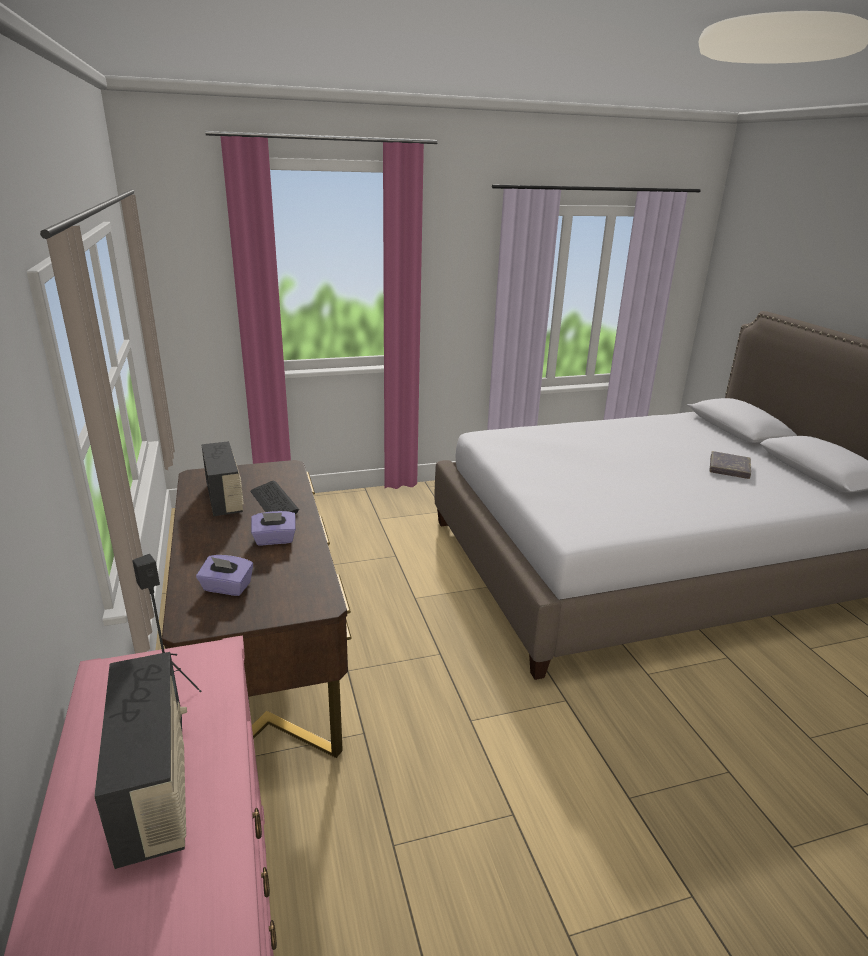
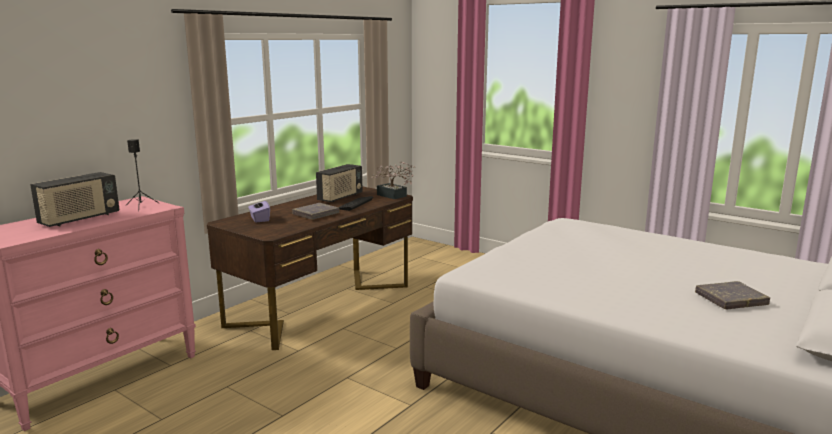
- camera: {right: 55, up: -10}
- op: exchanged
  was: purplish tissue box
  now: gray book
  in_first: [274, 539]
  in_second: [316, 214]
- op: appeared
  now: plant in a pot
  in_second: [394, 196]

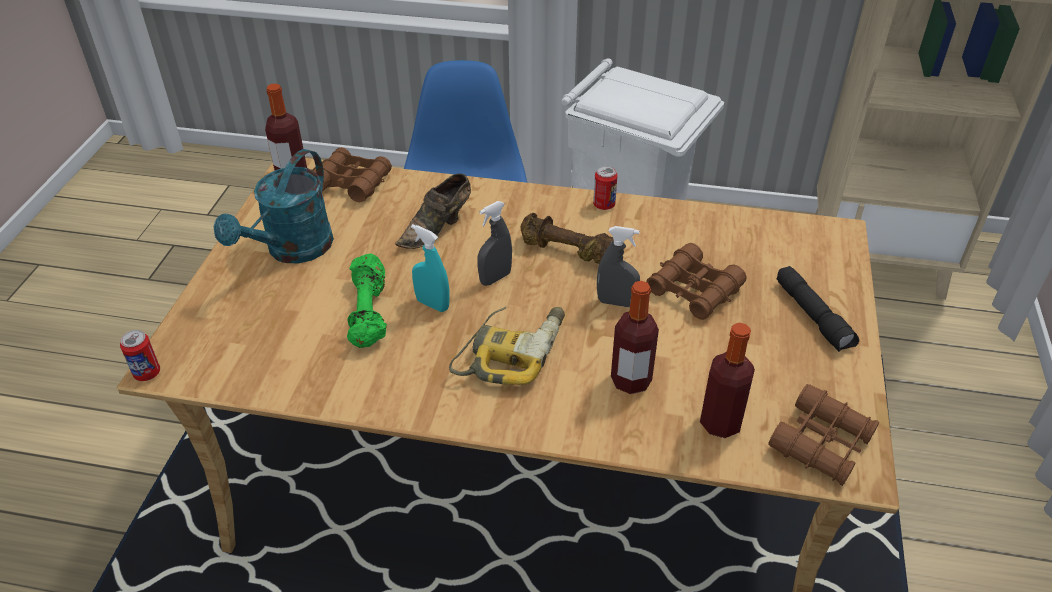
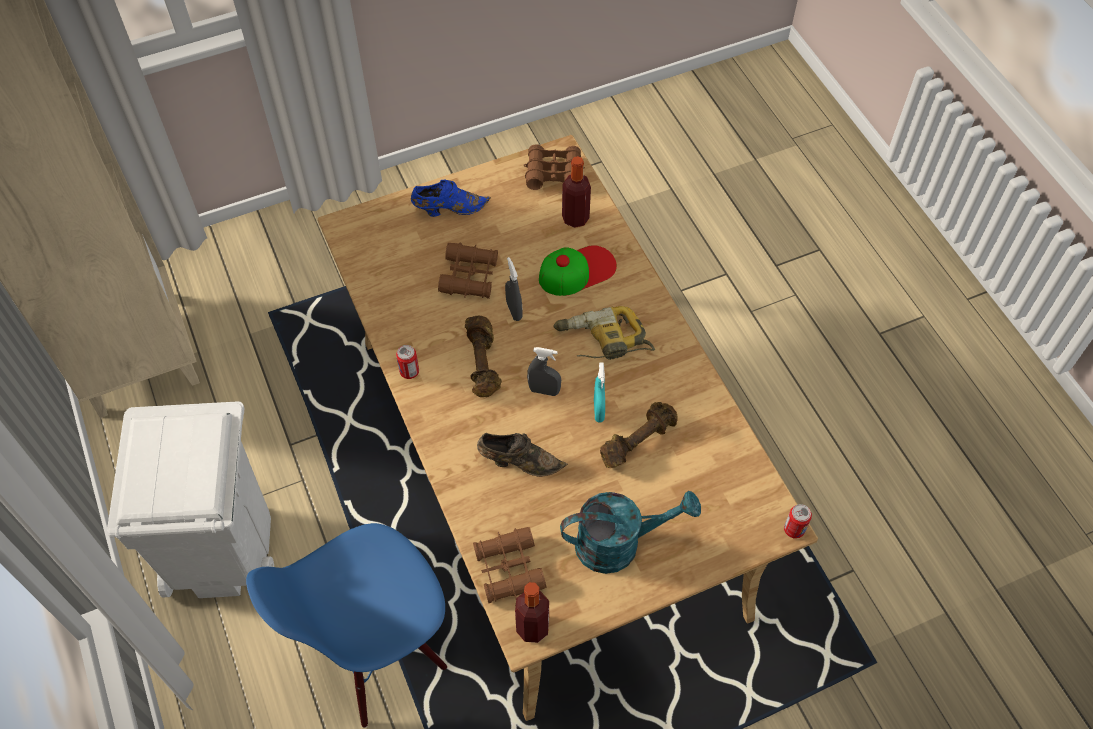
- camera: {right: -125, up: 15}
- op: exchanged
  was: black-coloured flashlight
  now: bluish item of footwear
  in_first: [814, 316]
  in_second: [448, 209]
- op: exchanged
  was: bottle
  now: cap
  in_first: [631, 380]
  in_second: [577, 271]
- op: colour
  was: greenish hand weight
  now: brown-coloured hand weight
  in_first: [370, 313]
  in_second: [637, 441]

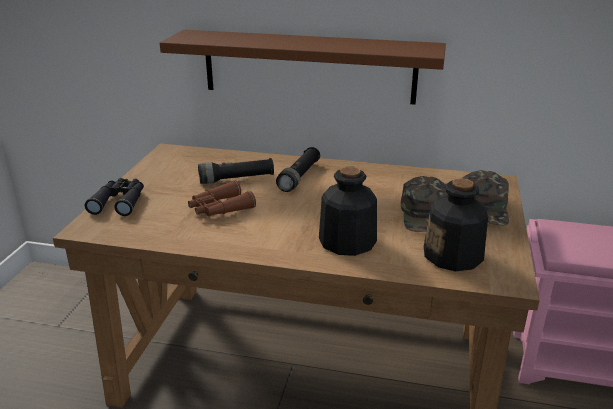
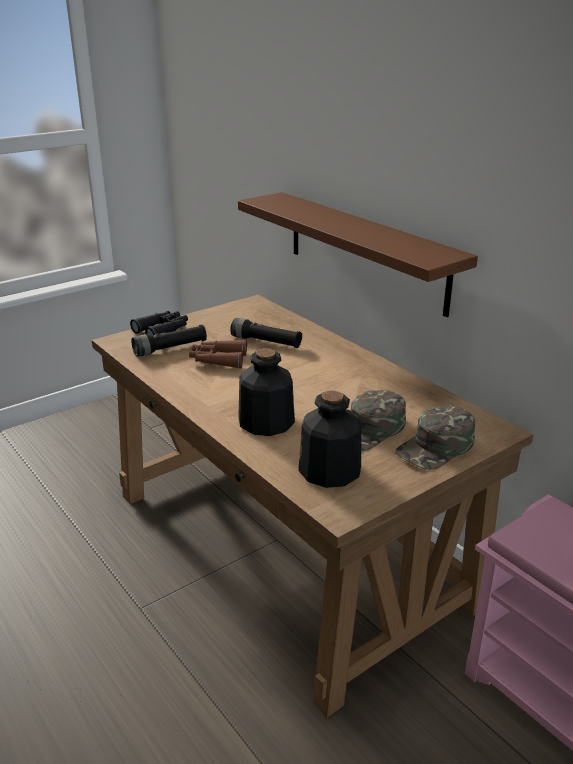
- camera: {right: 40, up: 0}
- op: relocated
  was: black-coloured flashlight
  in_first: [299, 177]
  in_second: [170, 349]

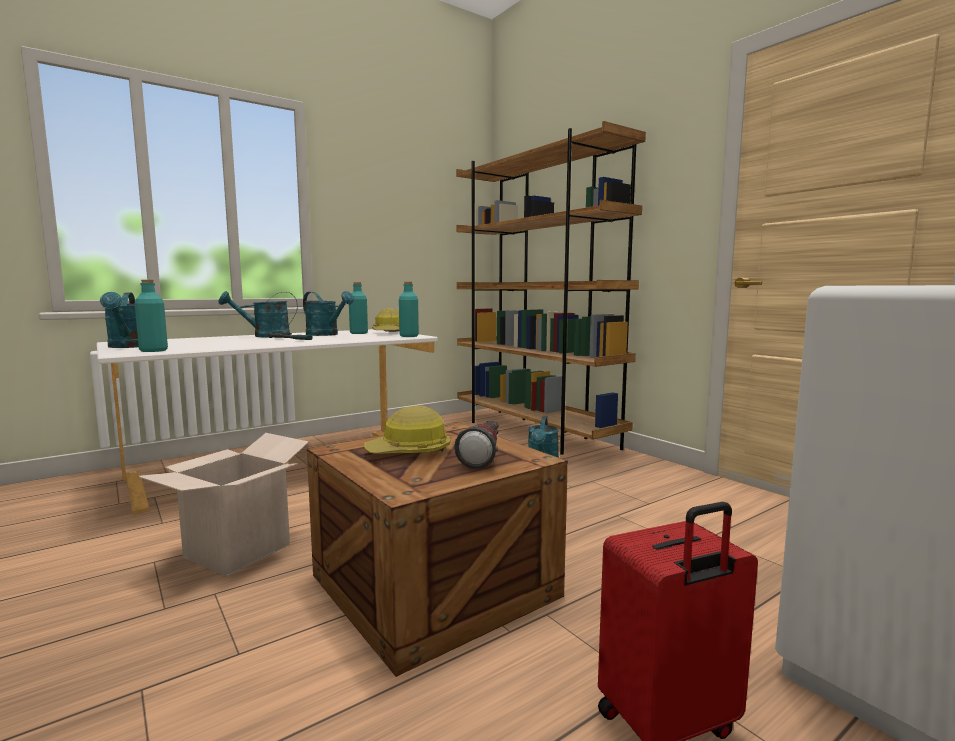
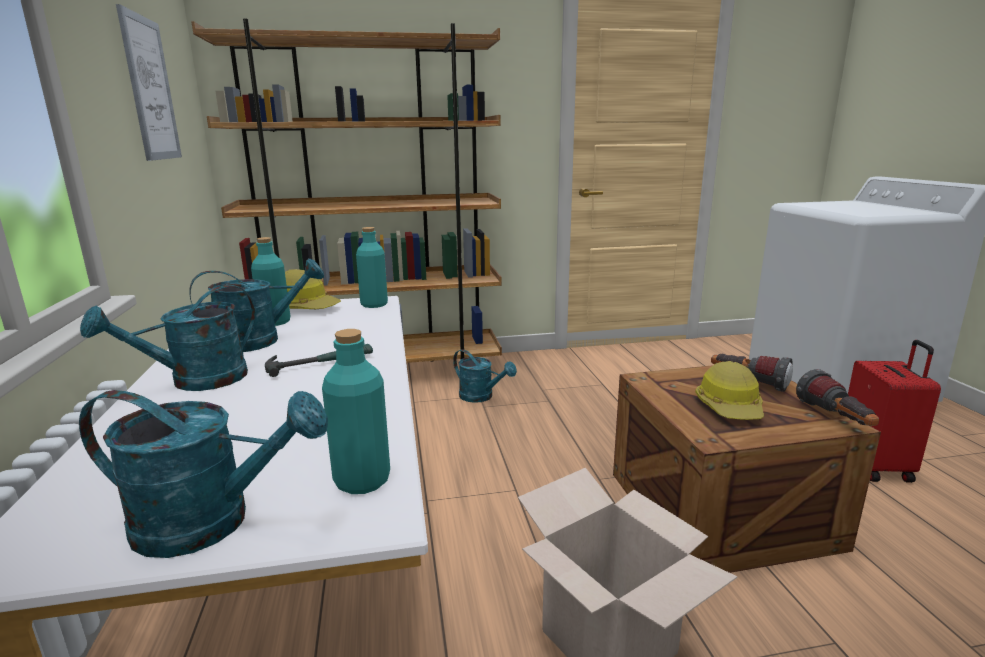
- camera: {right: -65, up: 10}
- op: spun
  was: blue-green sprinkling can
  in_first: [265, 336]
  in_second: [196, 381]
  clockwise: 45
- op: appeared
  now: picture
  in_second: [150, 89]
- op: appeared
  now: flashlight
  in_second: [836, 420]

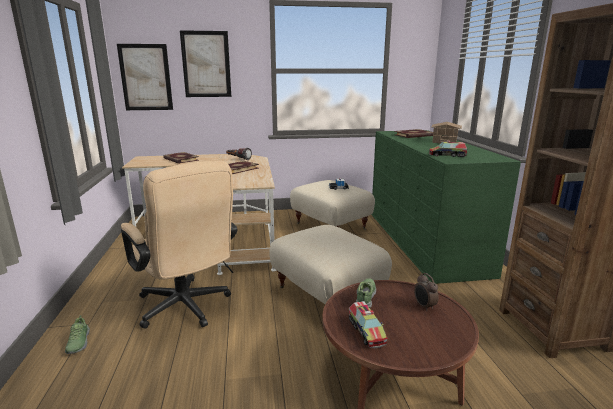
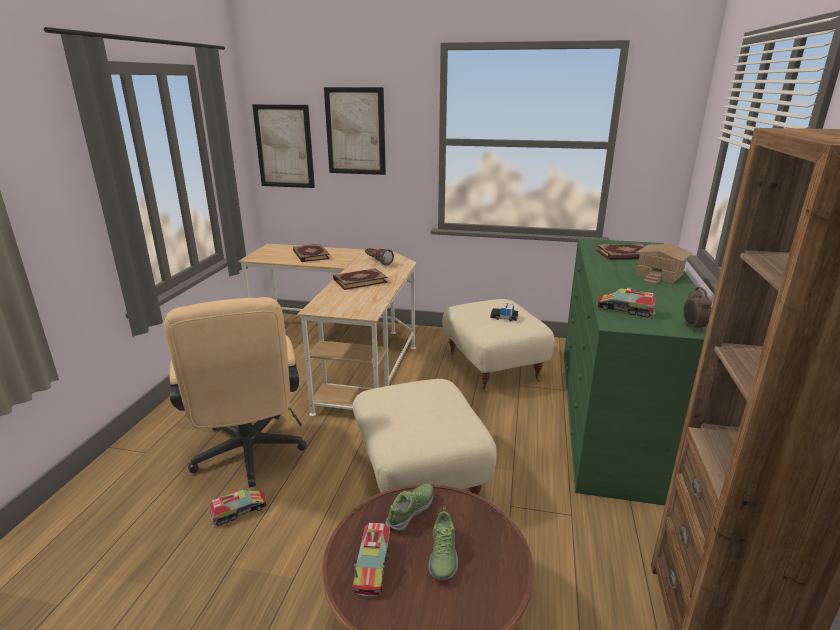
- camera: {right: 20, up: 5}
- op: appeared
  now: toy lorry
  in_second: [239, 511]
- op: relocated
  was: item of footwear
  in_first: [78, 343]
  in_second: [442, 555]
- op: relocated
  was: bedside clock
  in_first: [424, 306]
  in_second: [692, 328]

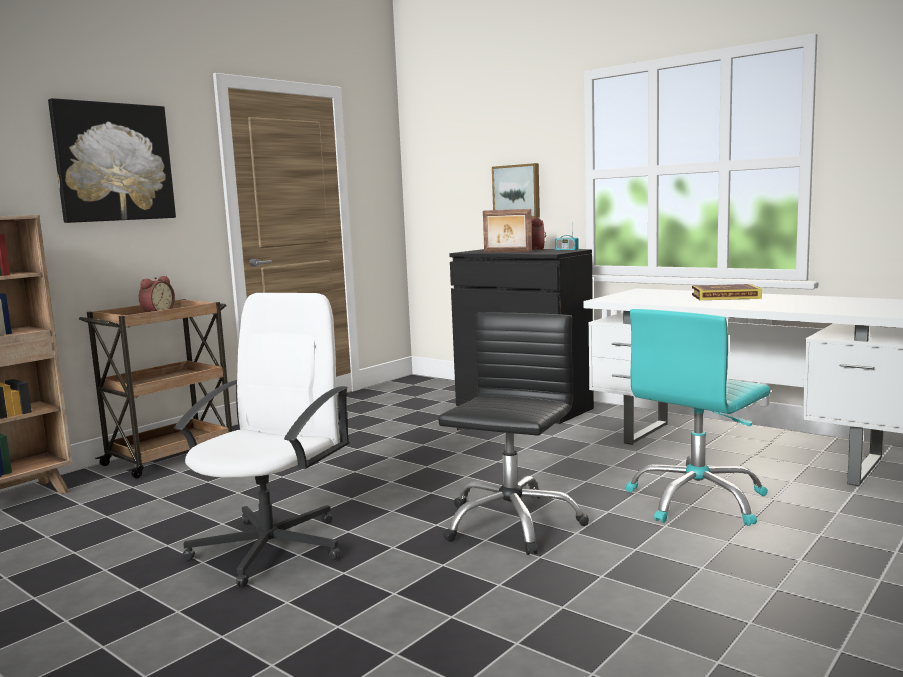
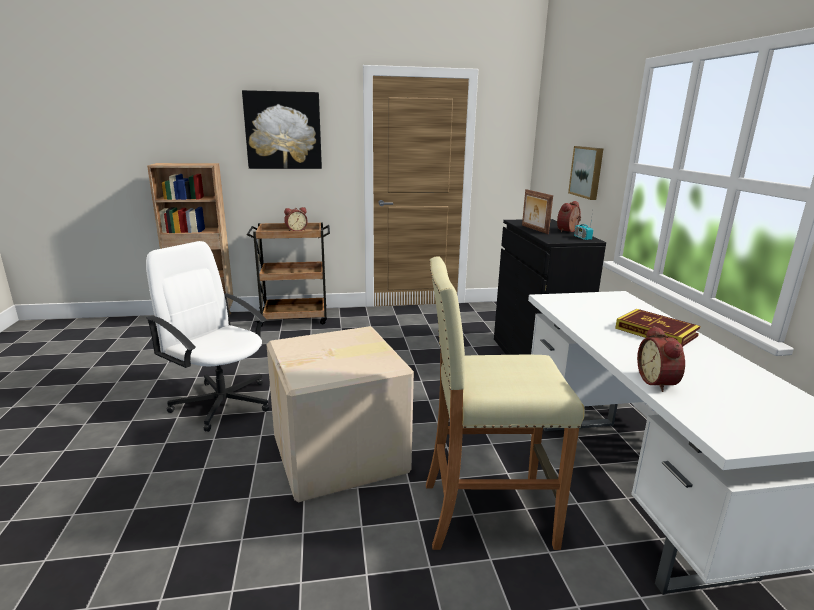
- camera: {right: 40, up: 10}
- op: spun
  was: white office chair
  in_first: [272, 547]
  in_second: [222, 402]
  clockwise: -120
- op: exchanged
  was: black-coloured office chair
  now: packing box
  in_first: [511, 522]
  in_second: [341, 455]
- op: exchanged
  was: blue-green office chair
  now: sand-coloured stool
  in_first: [697, 501]
  in_second: [485, 513]
- op: appeared
  now: bedside clock
  in_second: [658, 382]

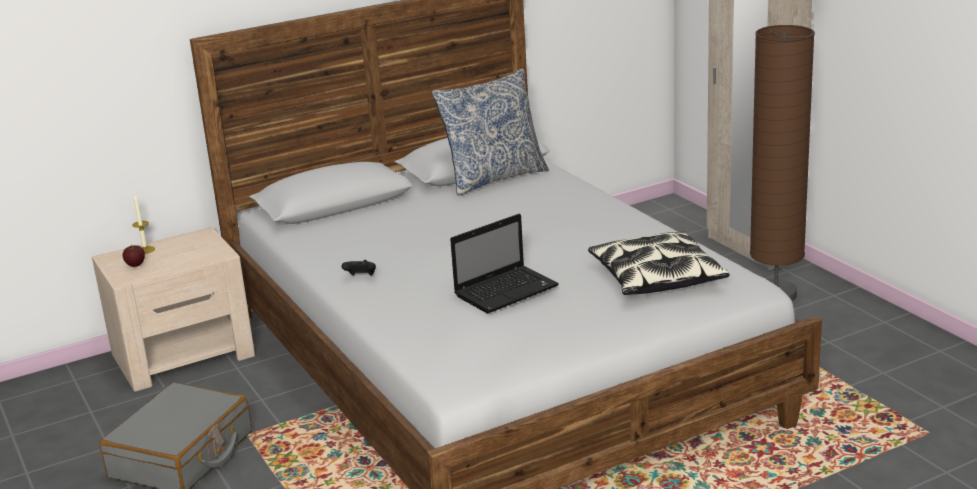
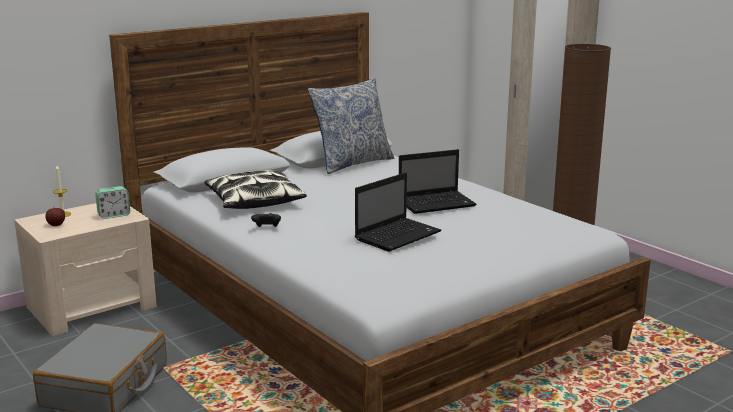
- camera: {right: -10, up: -5}
- op: appeared
  now: bedside clock
  in_second: [114, 215]
- op: relocated
  was: cushion
  in_first: [656, 277]
  in_second: [254, 201]
- op: appeared
  now: portable computer
  in_second: [437, 203]

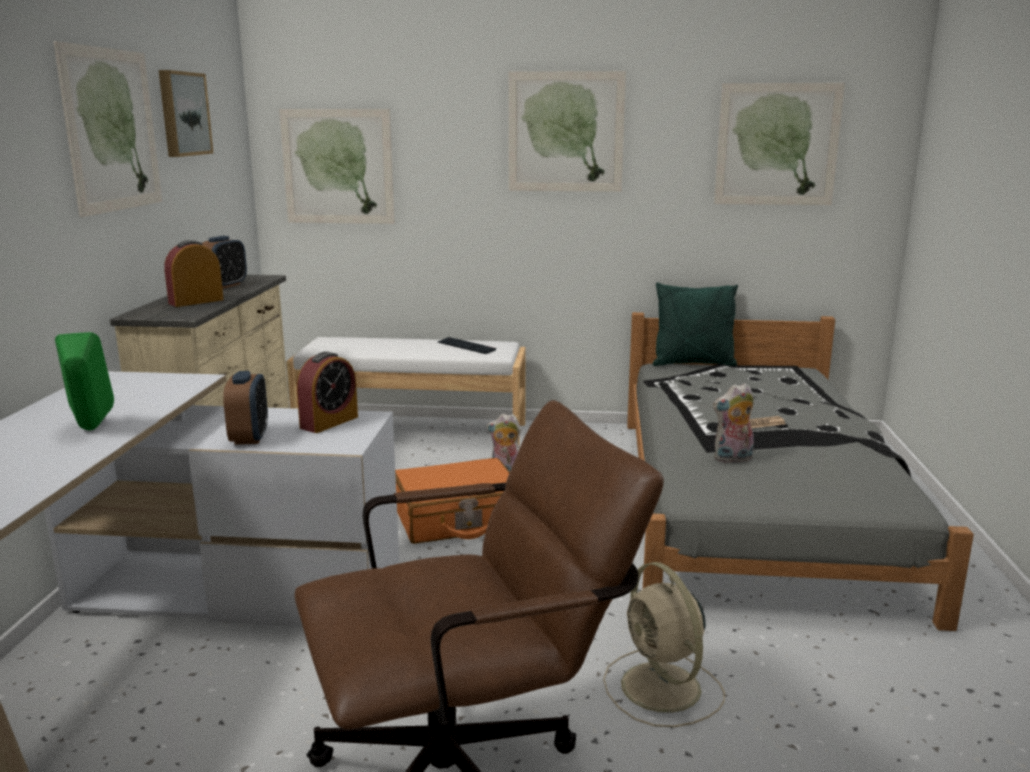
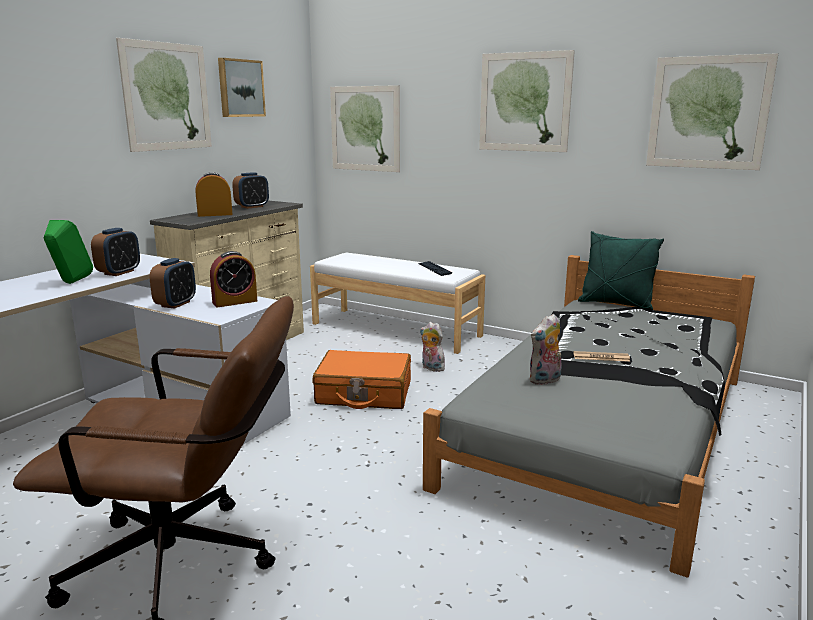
- camera: {right: 25, up: 0}
- op: appeared
  now: bedside clock
  in_second: [119, 272]
- op: spun
  was: cuddly toy
  in_first: [732, 459]
  in_second: [545, 381]
  clockwise: -45
- op: missing
  was: sand-coloured fan
  in_first: [663, 689]

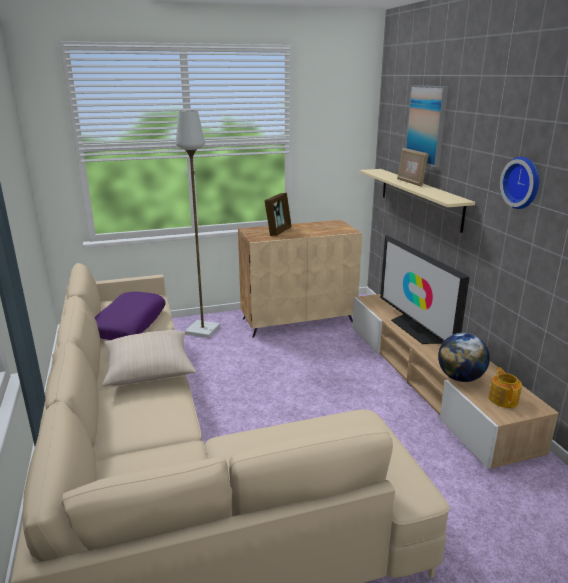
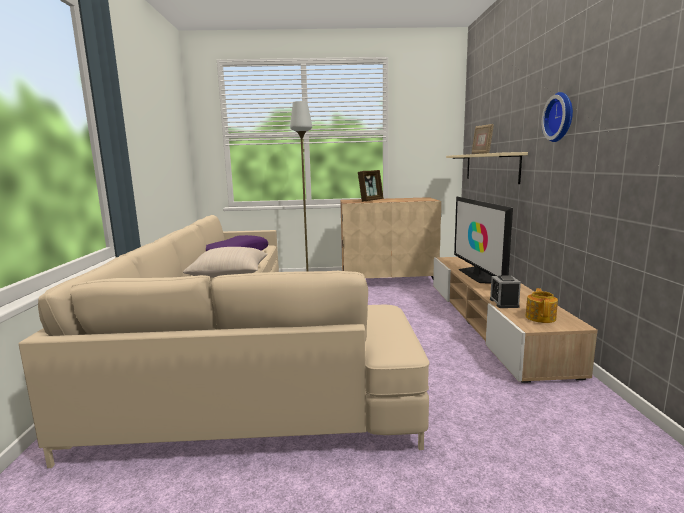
- camera: {right: 15, up: -10}
- op: exchanged
  was: world globe
  now: bedside clock
  in_first: [460, 378]
  in_second: [504, 303]
- op: missing
  was: picture
  in_first: [426, 125]

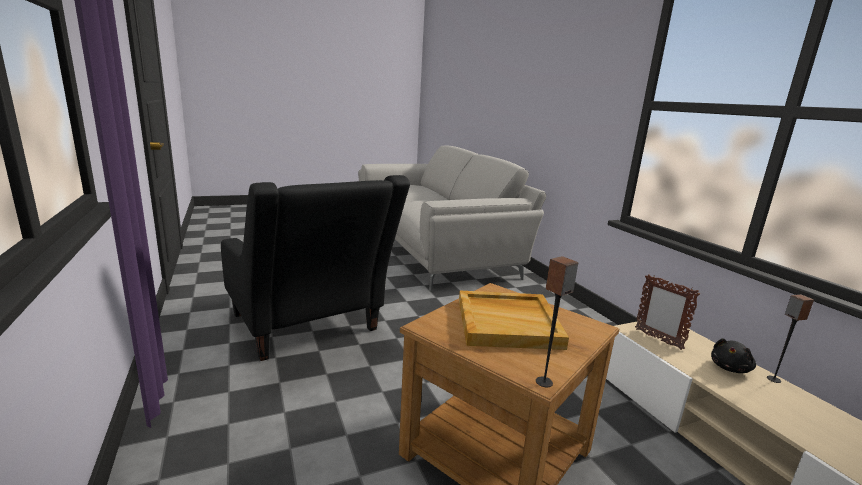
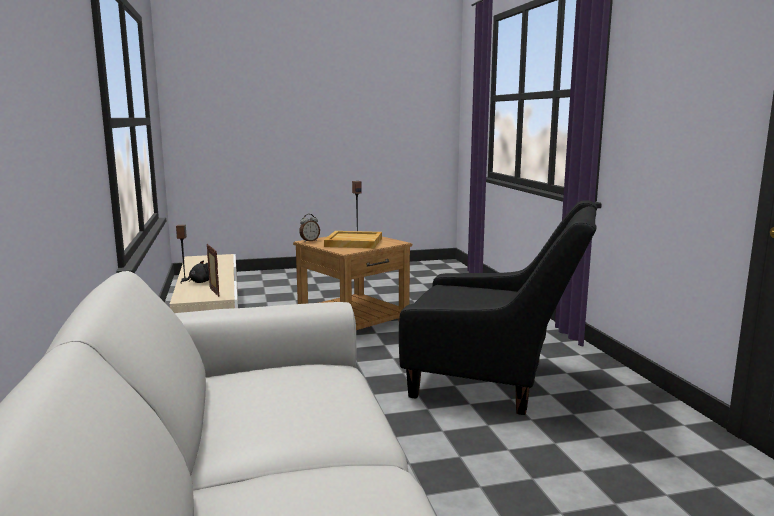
- camera: {right: -170, up: -5}
- op: appeared
  now: bedside clock
  in_second: [309, 241]
- op: spun
  was: black-coloured lounge chair
  in_first: [310, 329]
  in_second: [496, 382]
  clockwise: 135

